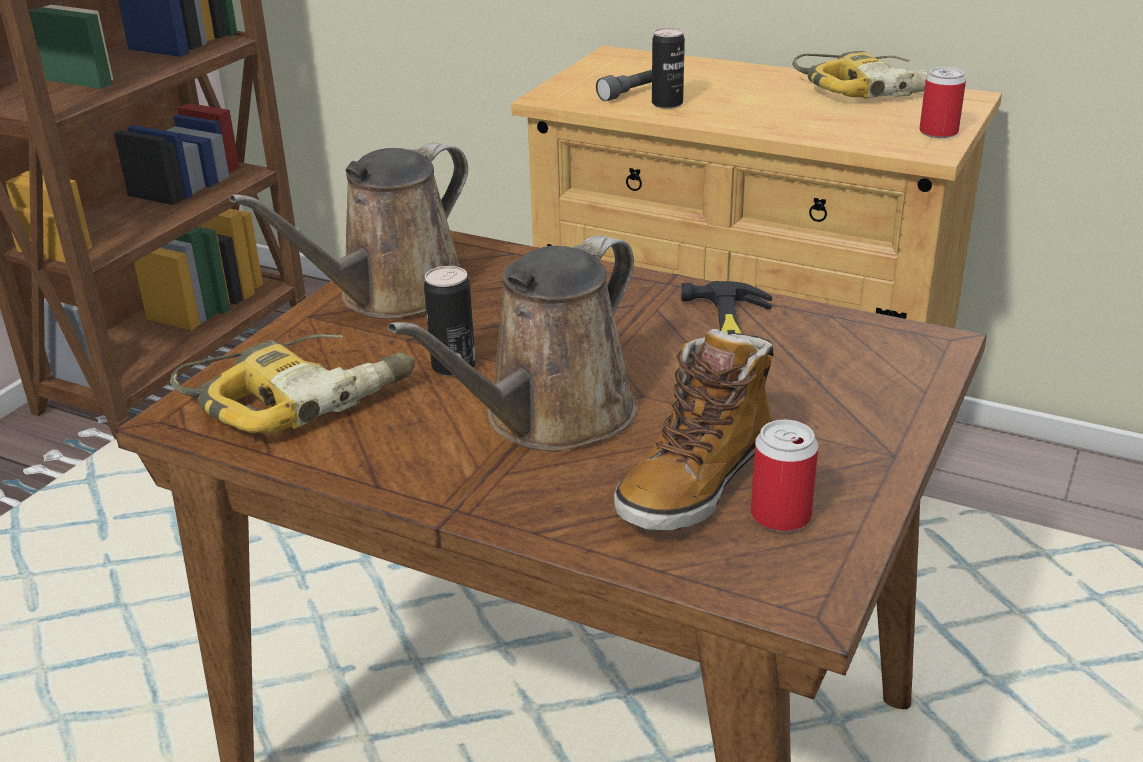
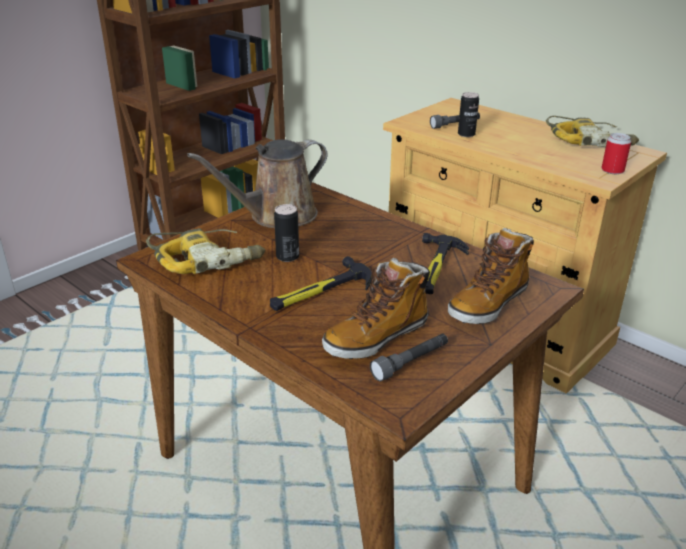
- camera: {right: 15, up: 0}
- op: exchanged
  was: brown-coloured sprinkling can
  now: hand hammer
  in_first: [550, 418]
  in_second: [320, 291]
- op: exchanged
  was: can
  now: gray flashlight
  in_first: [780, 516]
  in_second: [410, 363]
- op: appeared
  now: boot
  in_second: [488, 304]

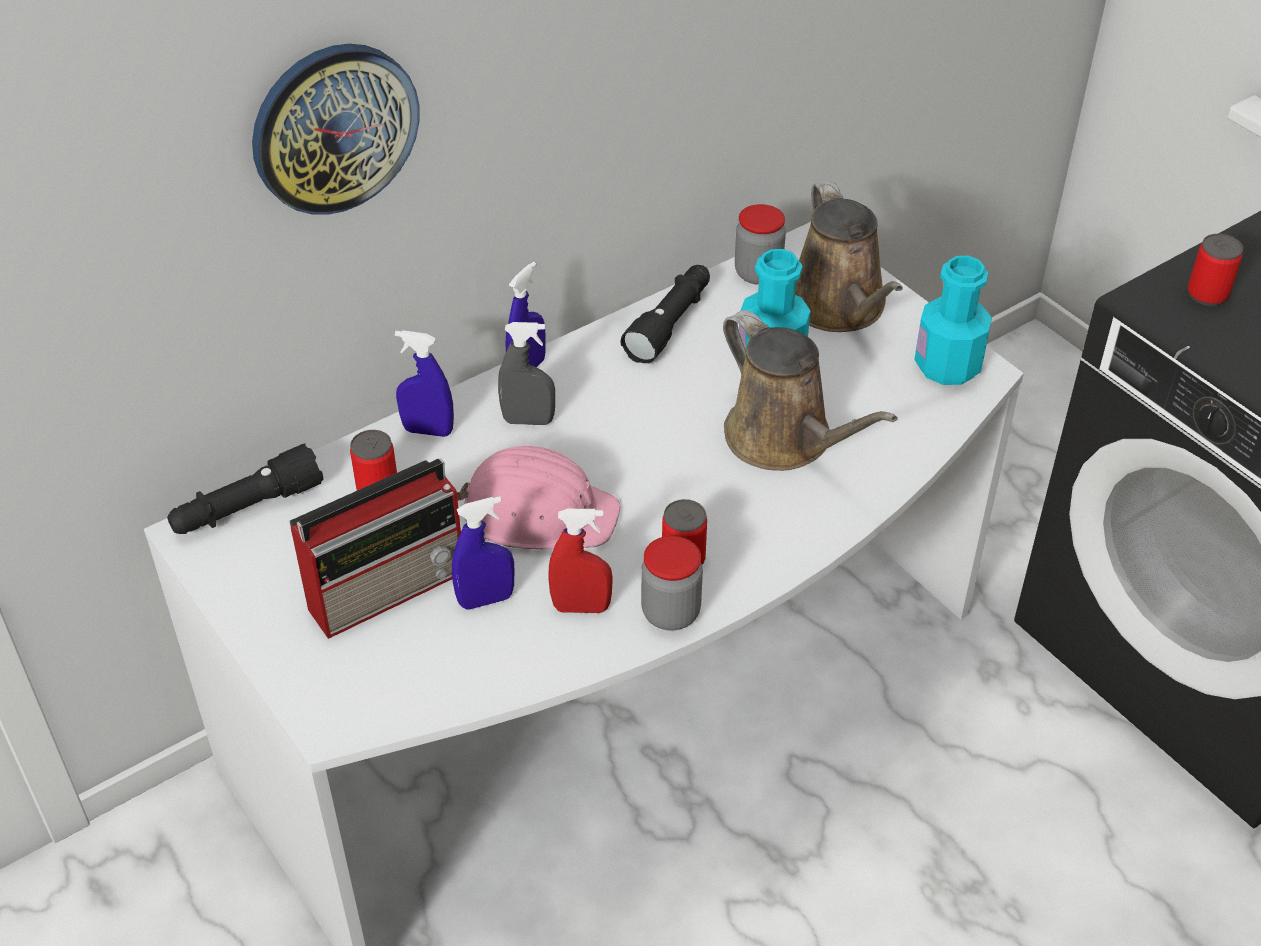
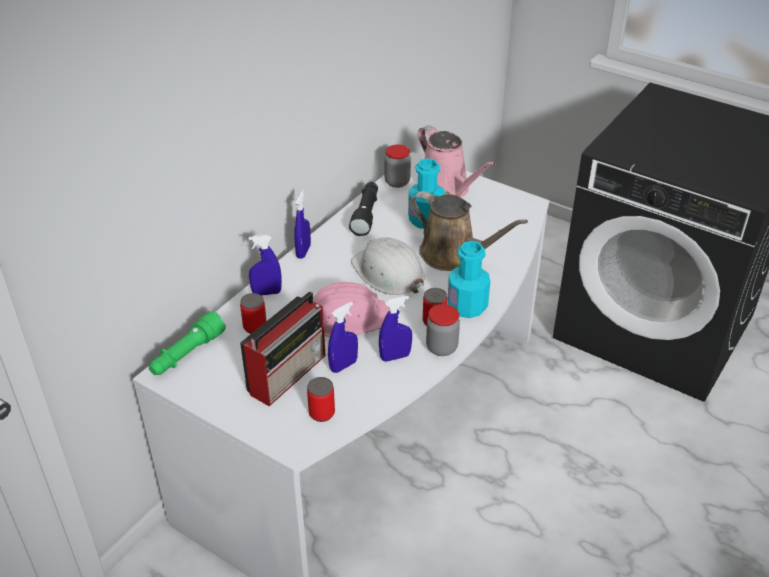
- camera: {right: -20, up: -5}
- op: colour
  was: black-coloured flashlight
  now: greenish flashlight
  in_first: [247, 508]
  in_second: [187, 354]
- op: relocated
  was: can
  in_first: [1207, 294]
  in_second: [322, 413]
- op: appeared
  now: white safety helmet
  in_second: [388, 273]
- op: colour
  was: reddish hand sprayer
  now: bluish hand sprayer
  in_first: [581, 607]
  in_second: [395, 357]
- op: colour
  was: brown-coloured sprinkling can
  now: pink sprinkling can
  in_first: [840, 308]
  in_second: [447, 189]
- op: relocated
  was: blue-green bottle
  in_first: [947, 366]
  in_second: [467, 306]
- op: missing
  was: clock on the wall
  in_first: [334, 128]
- op: missing
  was: gray hand sprayer
  in_first: [528, 421]

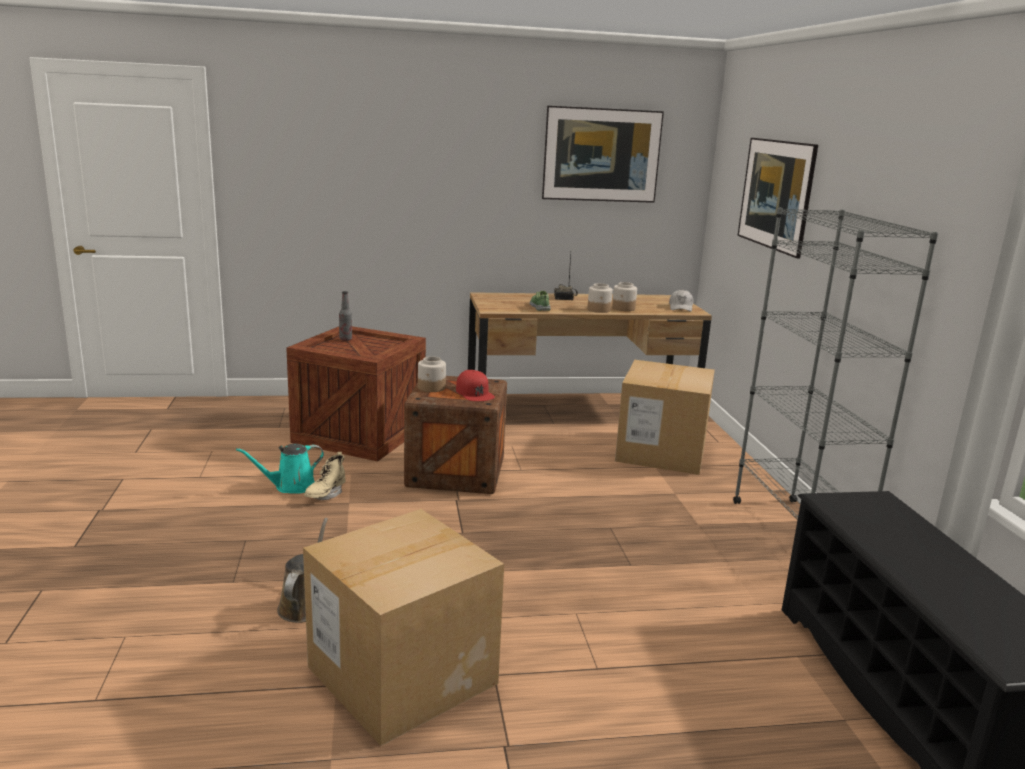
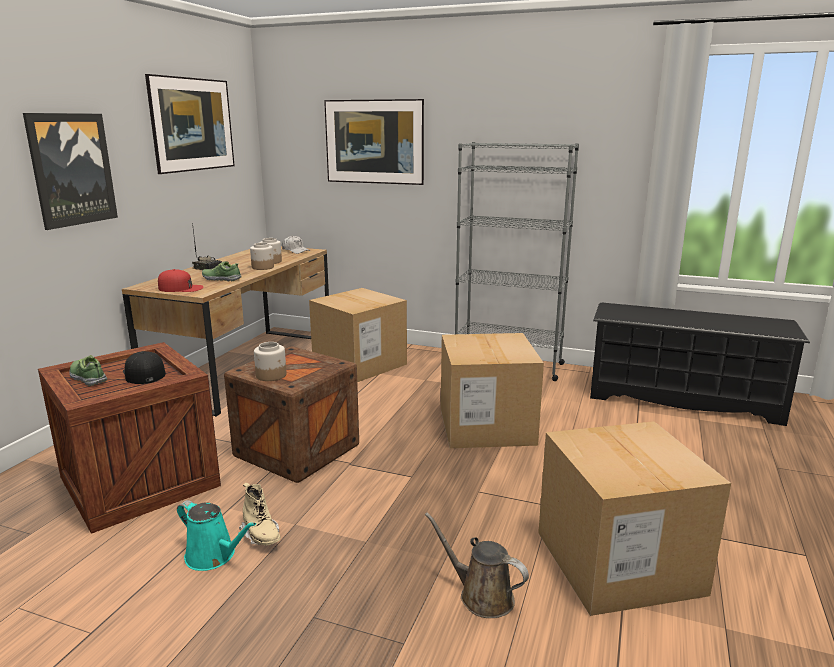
- camera: {right: -60, up: 0}
- op: appeared
  now: picture
  in_second: [72, 169]
- op: exchanged
  was: bottle
  now: item of footwear
  in_first: [345, 339]
  in_second: [88, 378]
- op: appeared
  now: black-coloured cap
  in_second: [143, 373]
- op: relocated
  was: reddish cap
  in_first: [474, 393]
  in_second: [181, 288]
- op: spun
  was: blue-green sprinkling can
  in_first: [291, 486]
  in_second: [214, 556]
  clockwise: -60
- op: appeared
  now: packing box
  in_second: [486, 426]

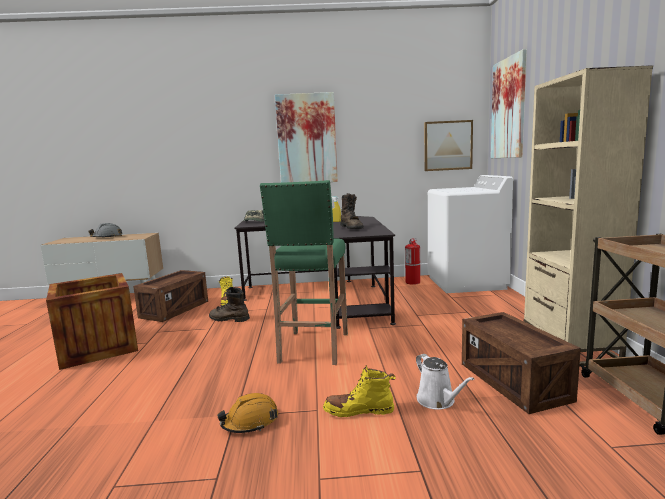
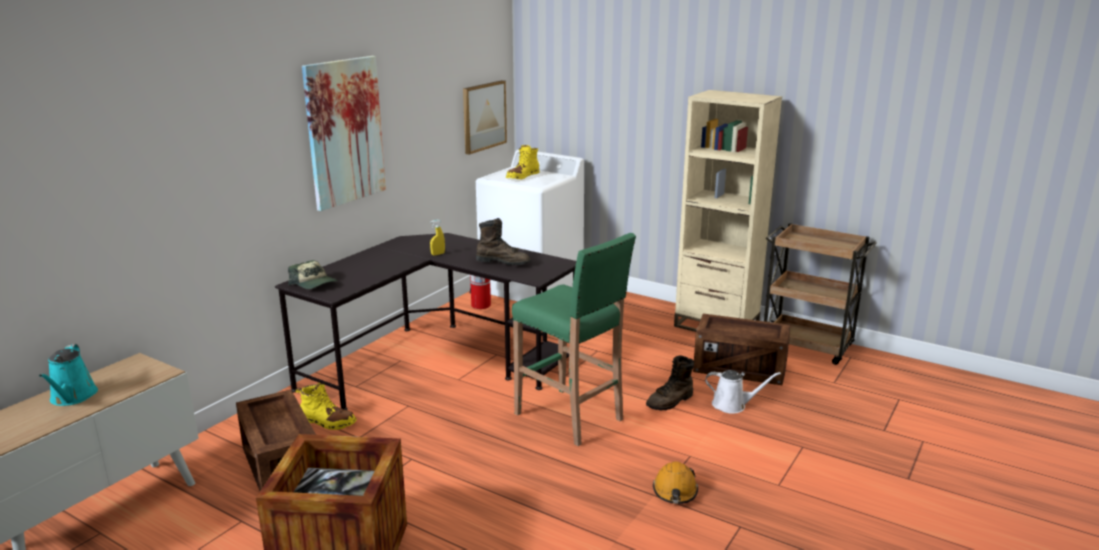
- camera: {right: -55, up: 10}
- op: exchanged
  was: gray safety helmet
  now: blue-green sprinkling can
  in_first: [107, 237]
  in_second: [72, 397]
- op: relocated
  was: yellow boot
  in_first: [359, 411]
  in_second: [522, 177]
- op: relocated
  was: brown-coloured boot
  in_first: [228, 319]
  in_second: [670, 402]
- op: missing
  was: picture
  in_first: [508, 108]

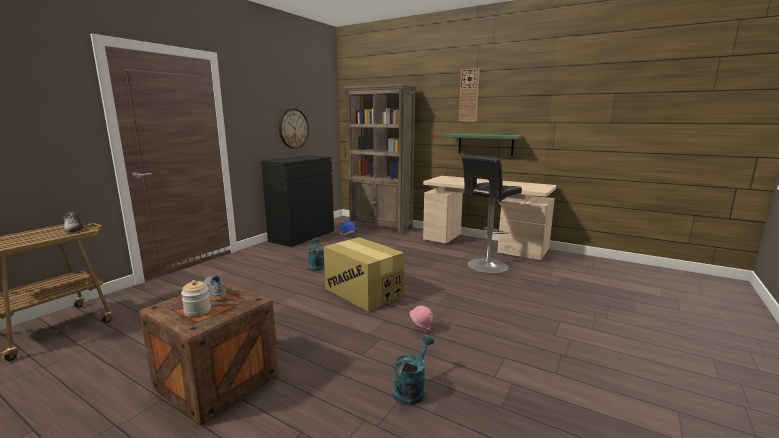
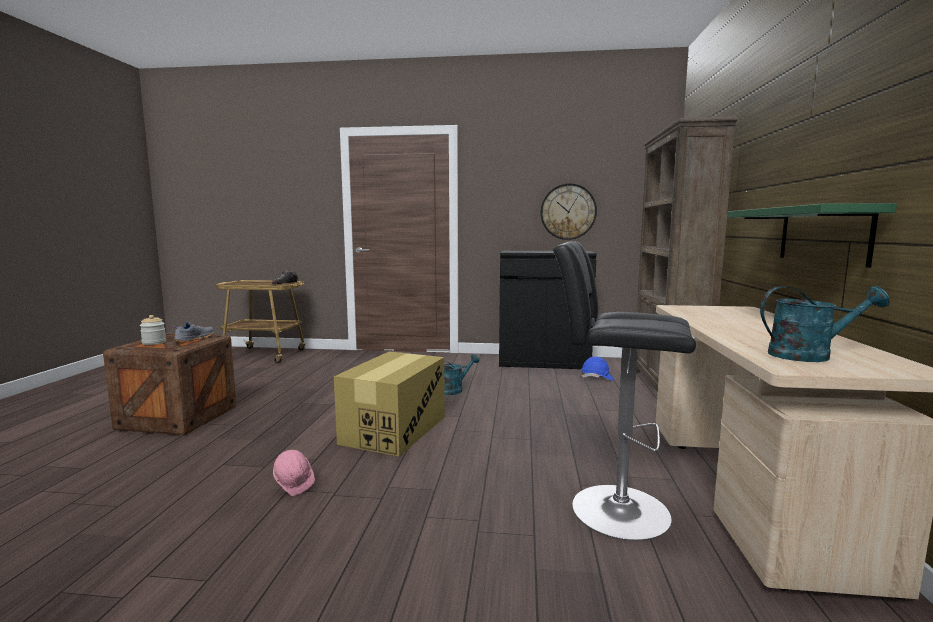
- camera: {right: 65, up: -5}
- op: relocated
  was: blue-green sprinkling can
  in_first: [411, 389]
  in_second: [809, 355]
- op: missing
  was: clock on the wall
  in_first: [469, 95]

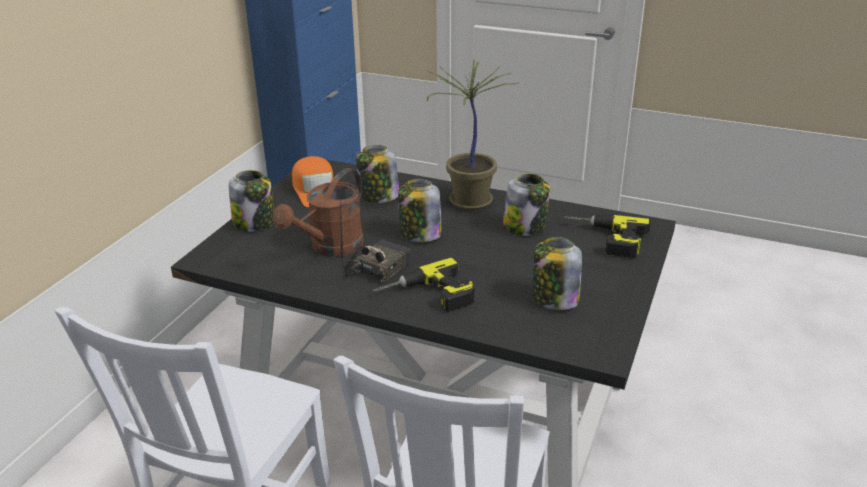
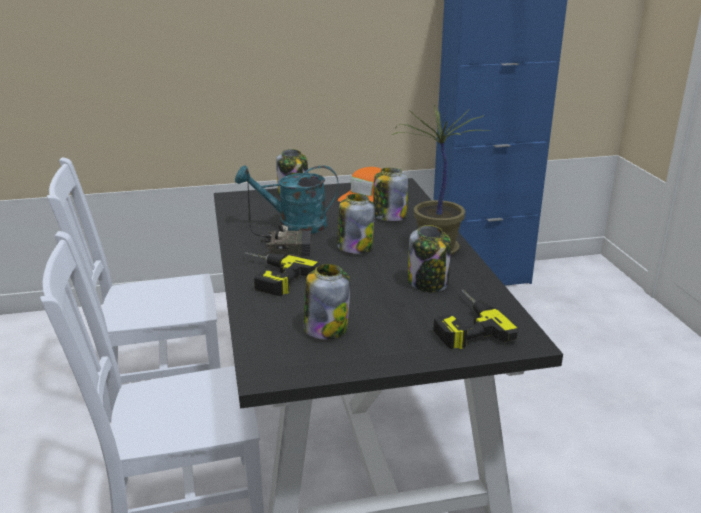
- camera: {right: 55, up: -5}
- op: colour
  was: brown-coloured sprinkling can
  now: blue-green sprinkling can
  in_first: [330, 248]
  in_second: [293, 225]

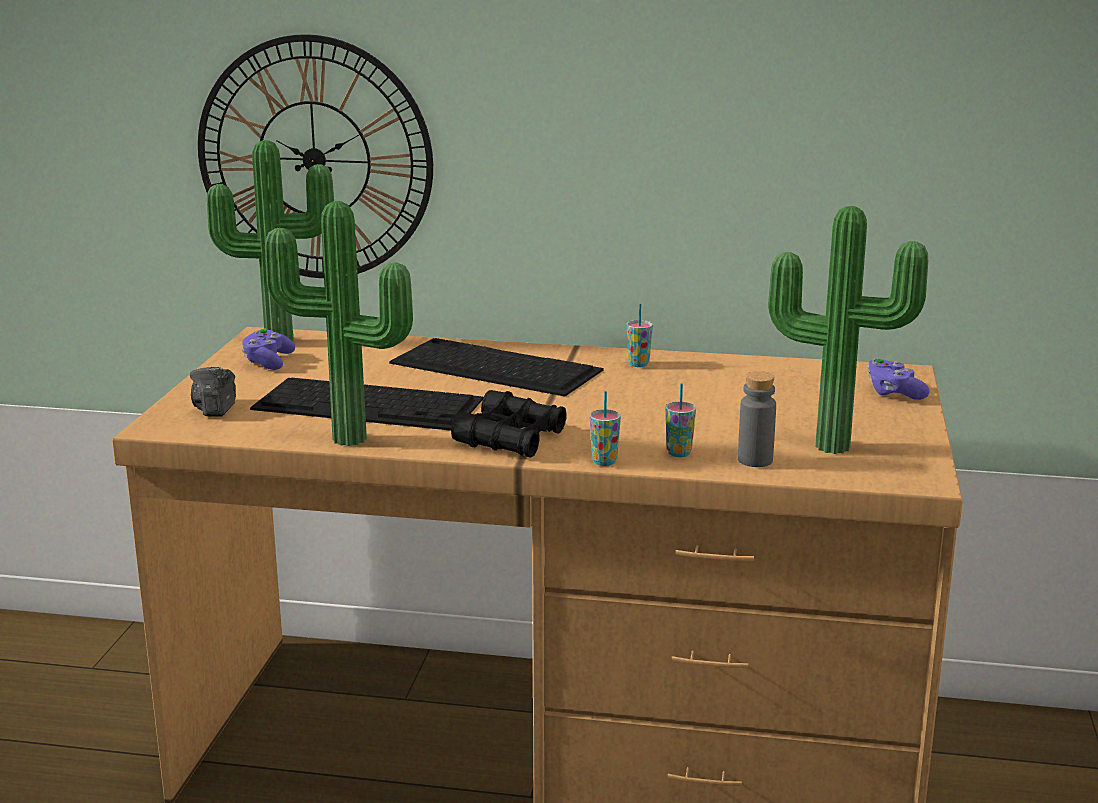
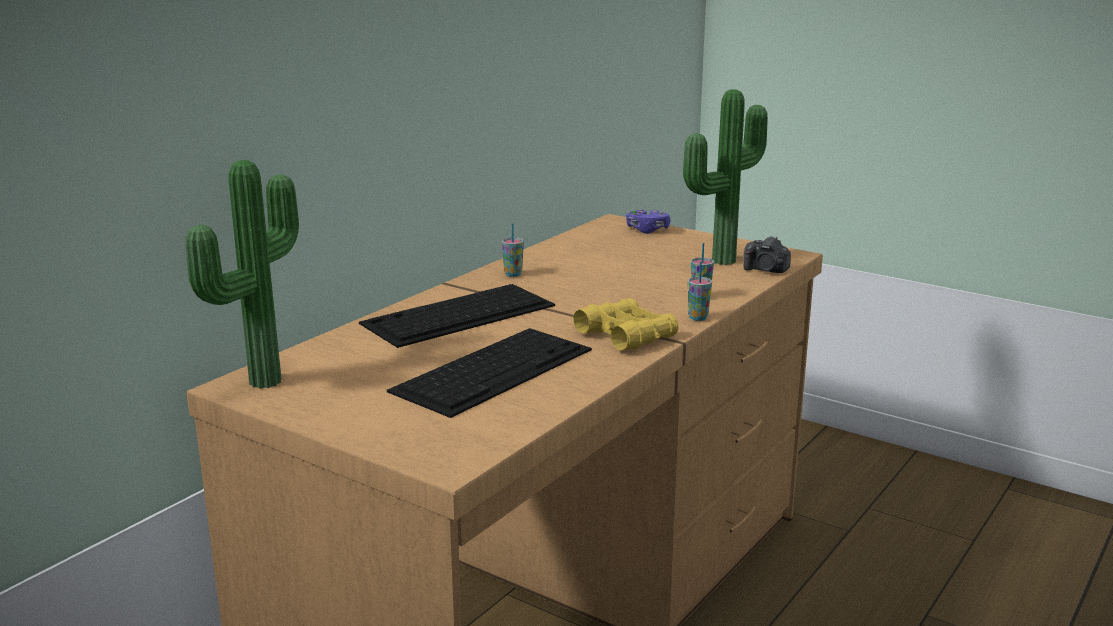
- camera: {right: -65, up: 0}
- op: colour
  was: black-coloured binoculars
  now: yellow binoculars
  in_first: [511, 438]
  in_second: [625, 335]
- op: relocated
  was: photo camera
  in_first: [215, 409]
  in_second: [766, 270]
- op: missing
  was: clock on the wall
  in_first: [314, 159]
- op: missing
  was: purplish joypad
  in_first: [268, 362]
- op: missing
  was: plant in a pot
  in_first: [347, 442]
- op: missing
  was: gray bottle
  in_first: [755, 460]

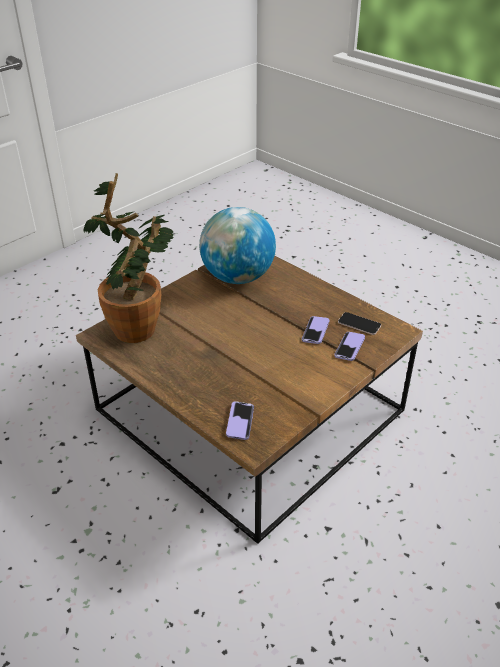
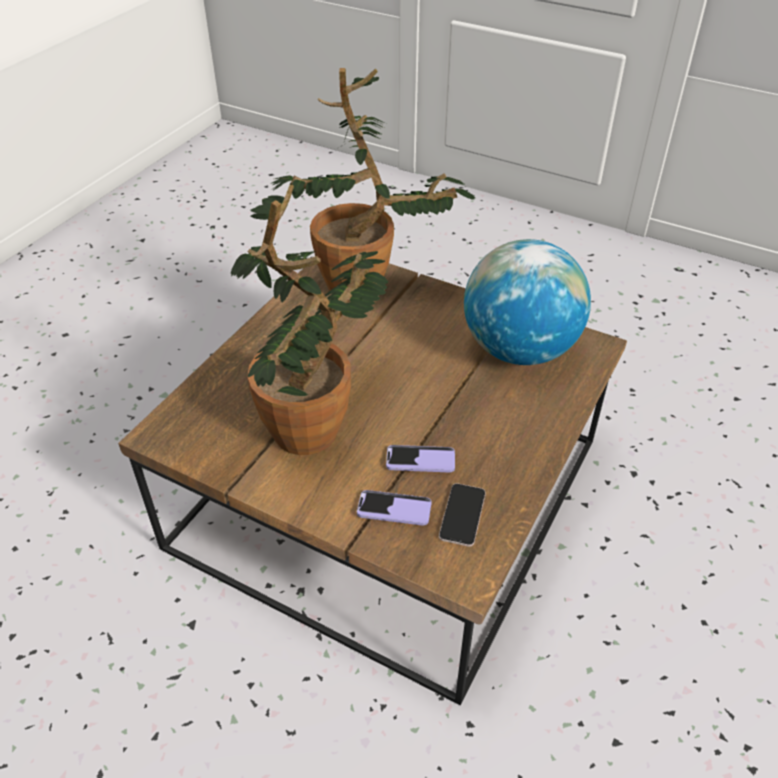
- camera: {right: 75, up: 5}
- op: appeared
  now: plant in a pot
  in_second: [319, 422]
- op: missing
  was: telephone
  in_first: [240, 421]

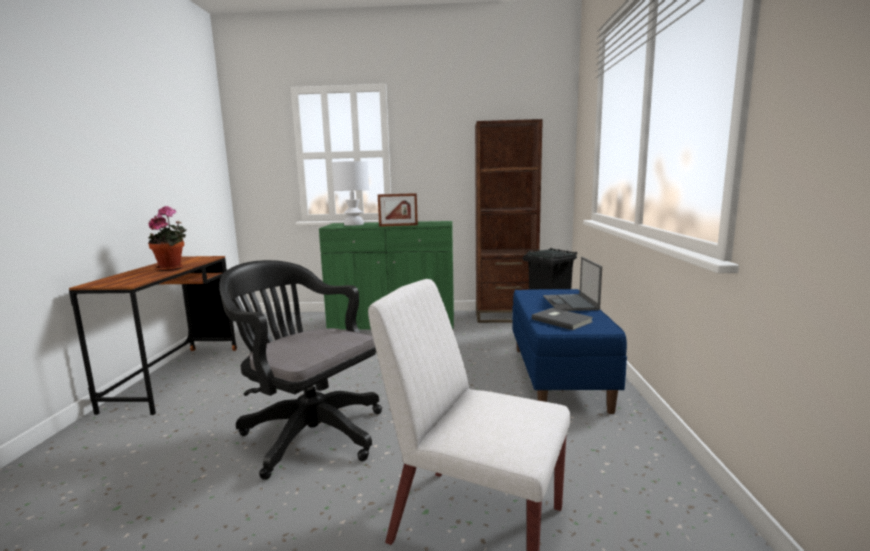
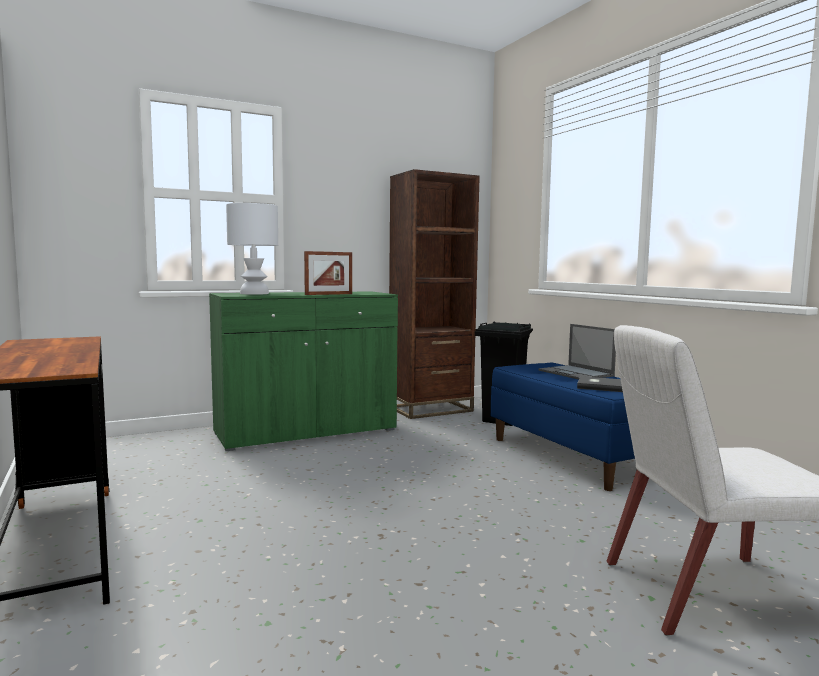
- camera: {right: -30, up: -5}
- op: missing
  was: plant in a pot
  in_first: [172, 268]
- op: missing
  was: black-coloured office chair
  in_first: [308, 432]

